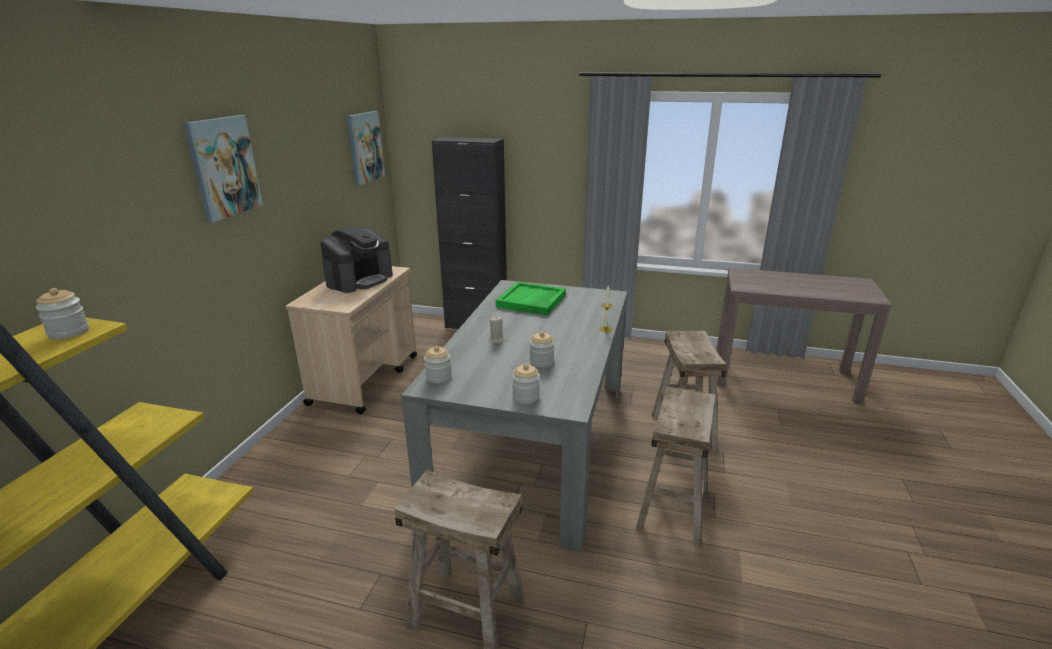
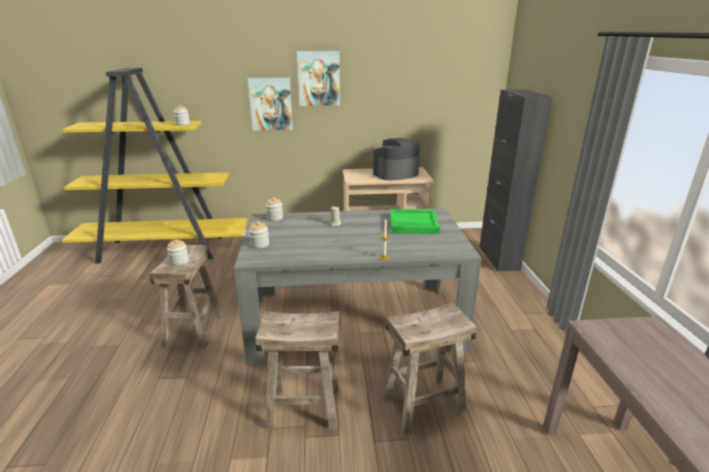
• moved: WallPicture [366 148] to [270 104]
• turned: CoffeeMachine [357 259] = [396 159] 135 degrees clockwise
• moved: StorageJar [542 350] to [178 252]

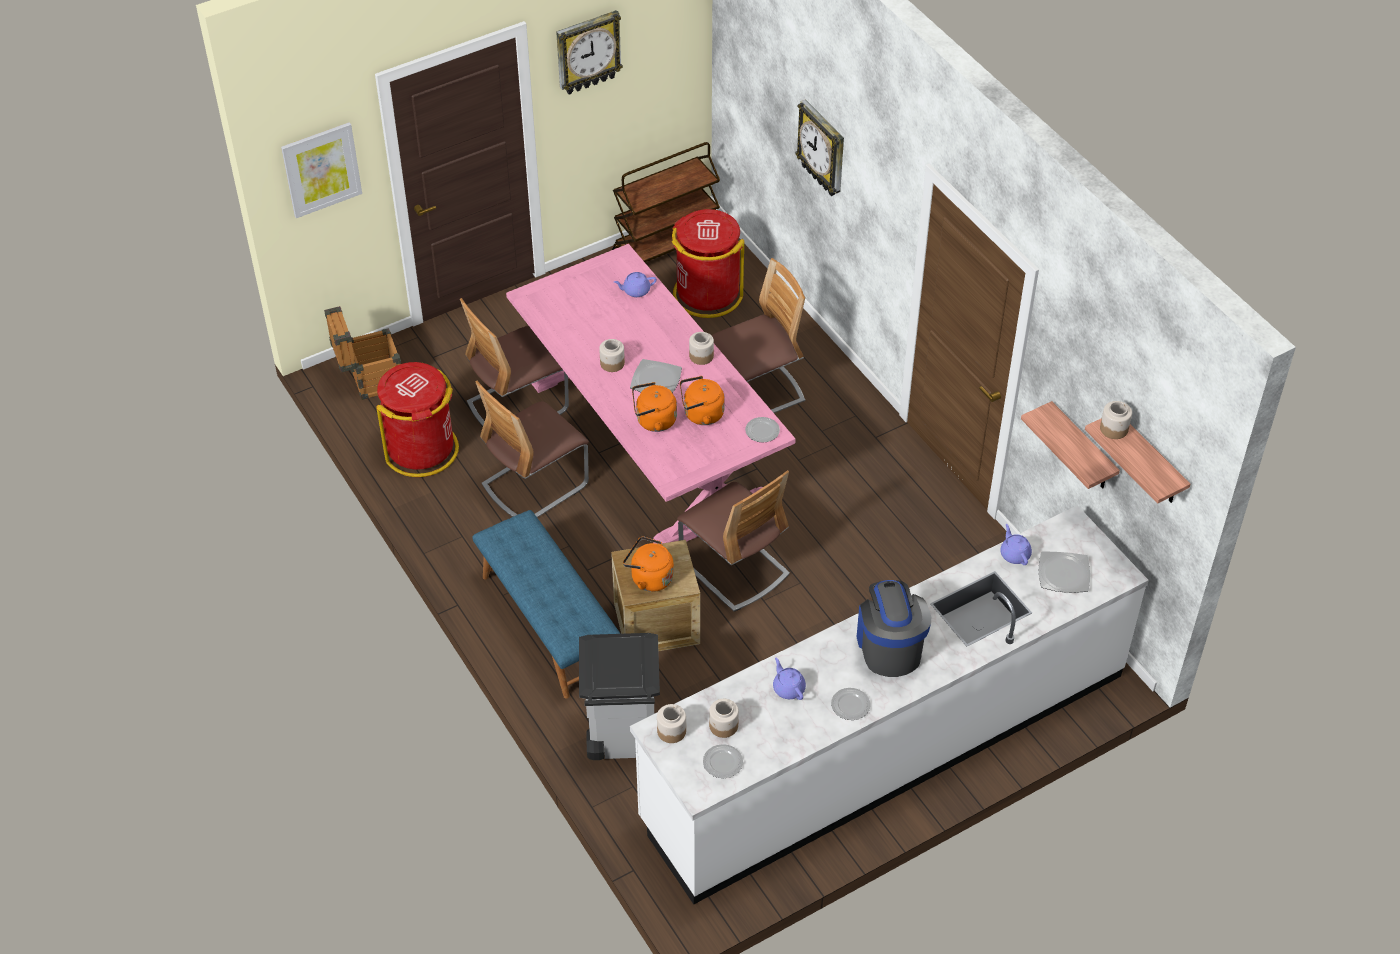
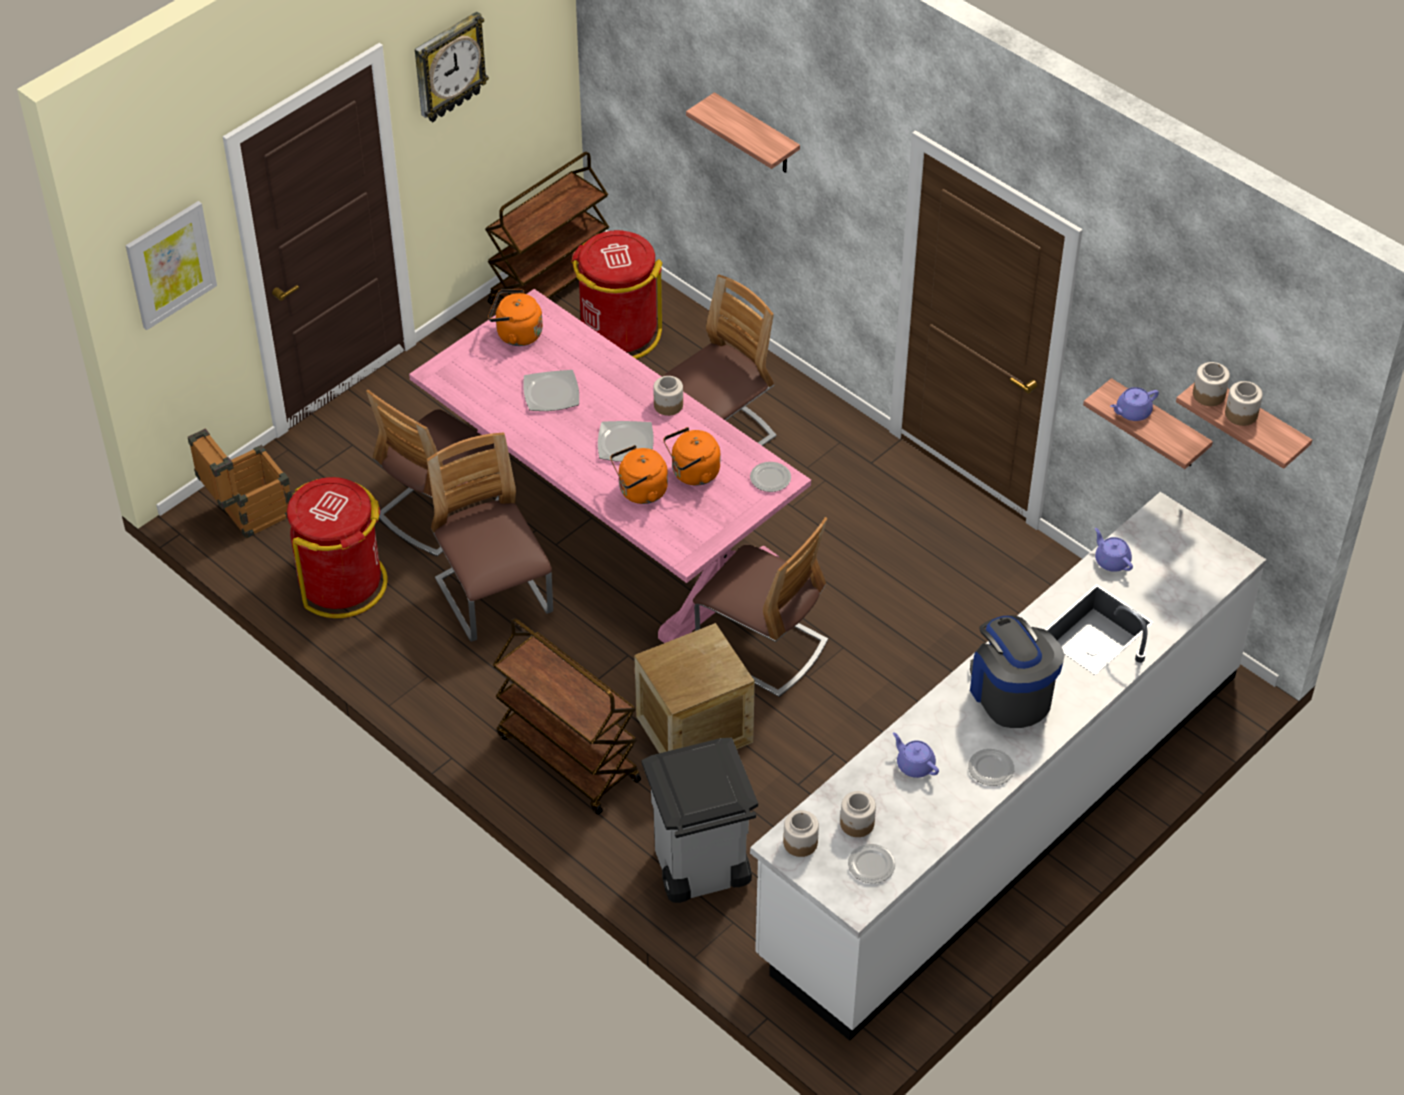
• replaced: ClockOnTheWall [819 148] to WallShelf [743 132]
• moved: PurplishTeaPot [635 284] to [1134 404]
• moved: StorageJar [612 355] to [1244 403]
• turned: Chair [532 449] = [490 537] 120 degrees clockwise
• replaced: BlueLongSeat [546 604] to BrownishWheeledCart [567 716]
• moved: OrangeWaterKettle [648 564] to [515 317]
• moved: Plate [1064 572] to [551 390]

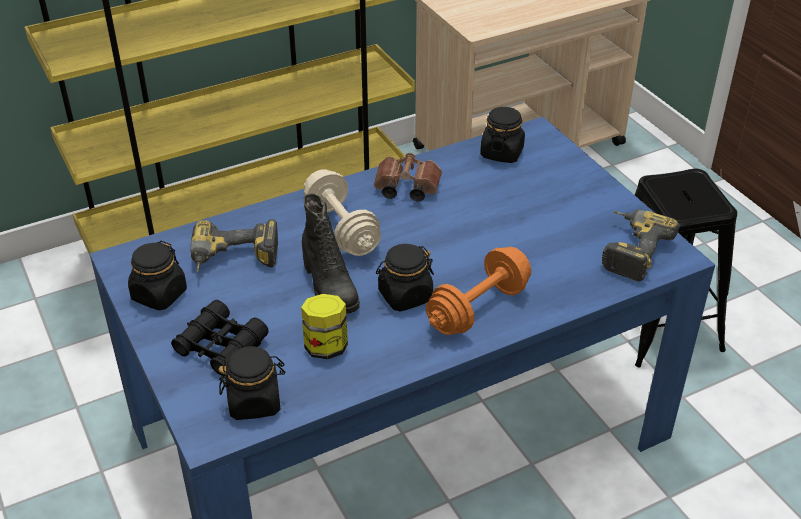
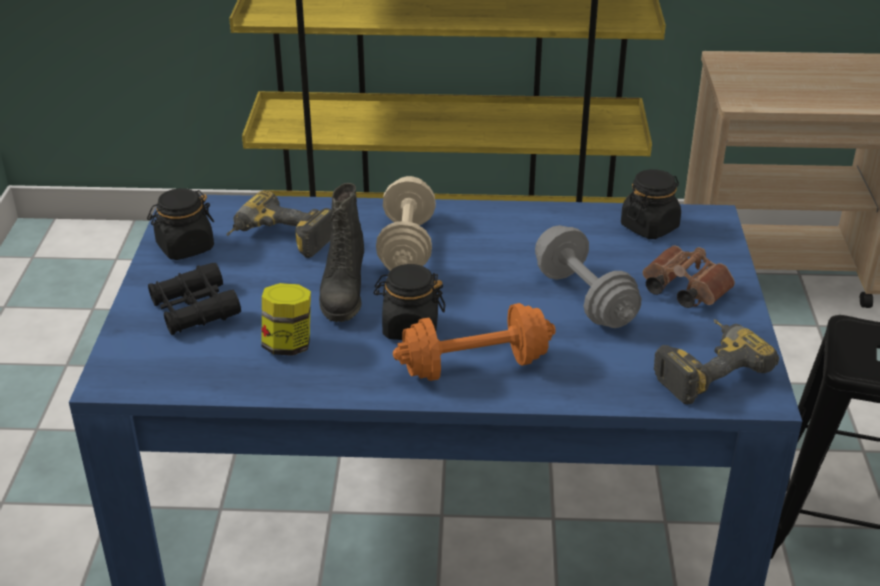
• moved: BrownishPairOfBinoculars [408 177] to [689 276]
• removed: BlackColouredStorageJar [251 383]
• added: GreyFreeWeight [588 276]

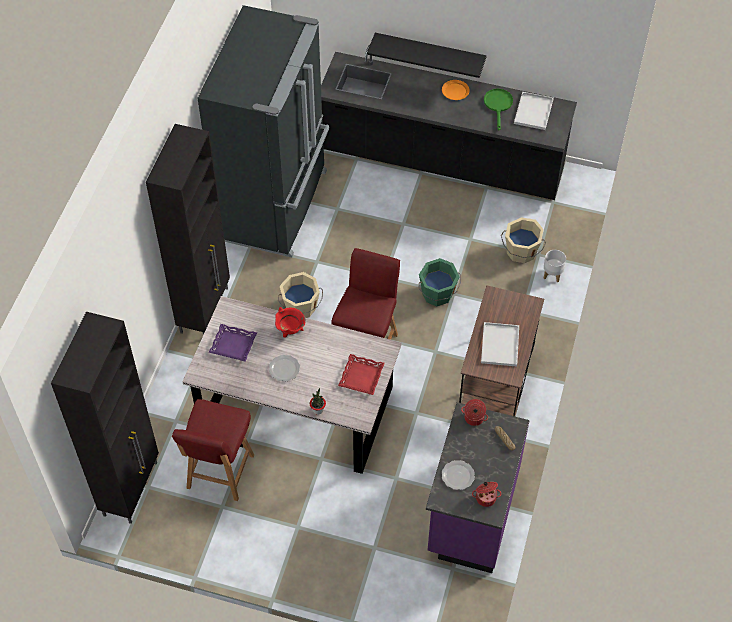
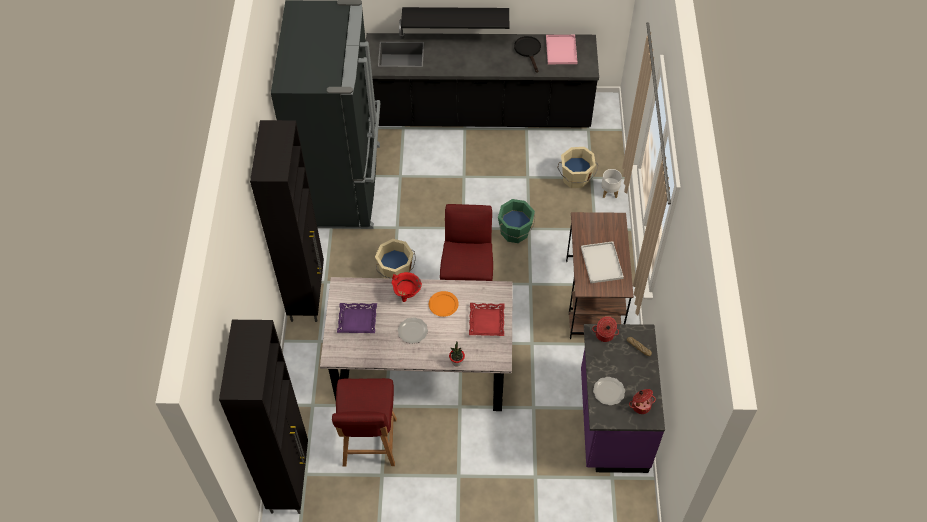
• moved: OrangePlate [456 90] to [444 304]
• recoloured: GreenishSkillet [498 109] to BlackColouredSkillet [527 54]
• recoloured: WhiteTray [534 111] to PinkTray [561 49]

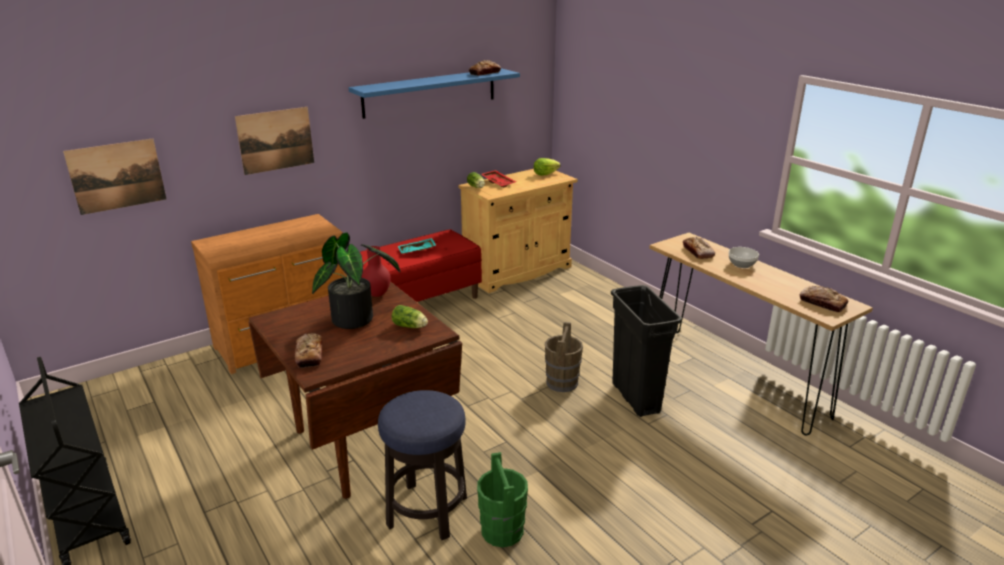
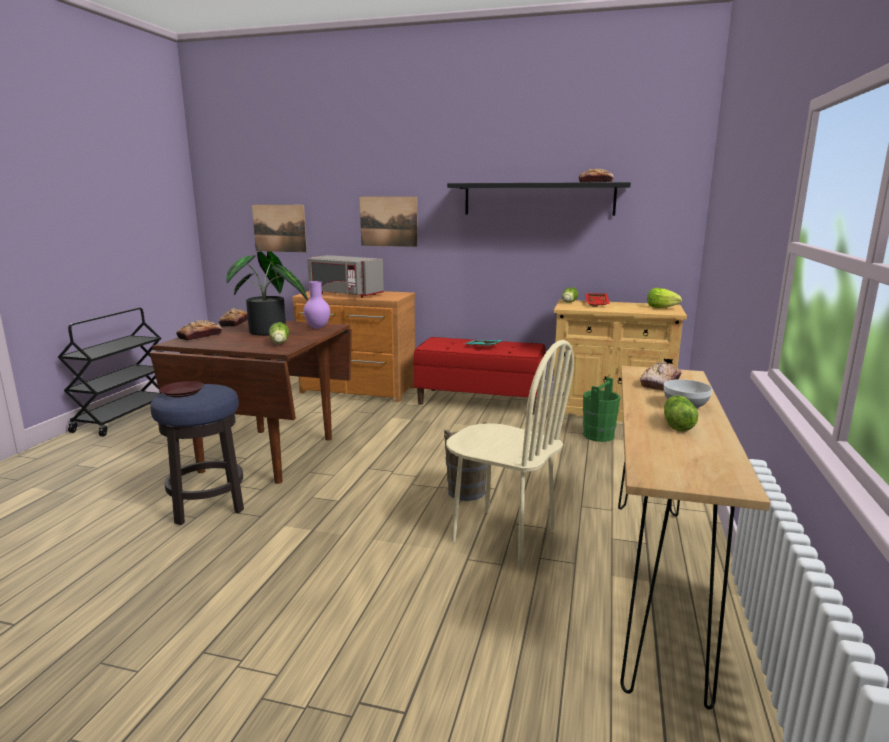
• recoloured: BlueWallShelf [434 93] to BlackColouredWallShelf [539 199]
• recoloured: RedVase [376 271] to PurplishVase [316 305]
• replaced: BlackColouredRubbishBin [646 351] to BeigeChair [510 453]
• moved: BakeryBread [824 299] to [233 317]
• moved: GreenishWaterBucket [502 499] to [602 409]
• added: GreyMicrowaveOven [345 276]
• added: BrownishPlate [181 389]
• added: HeadOfLettuce [681 413]

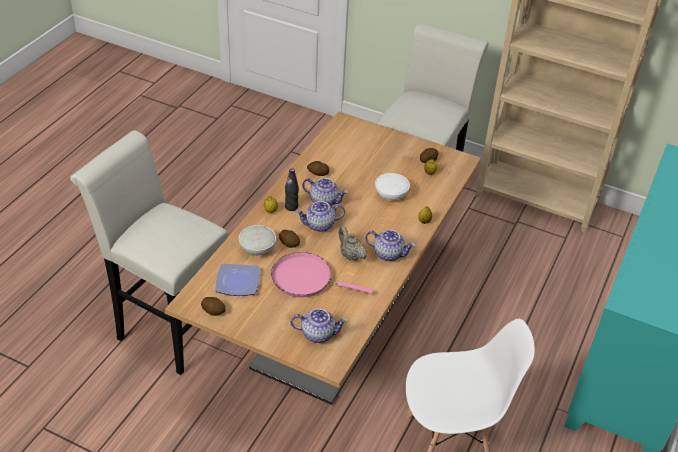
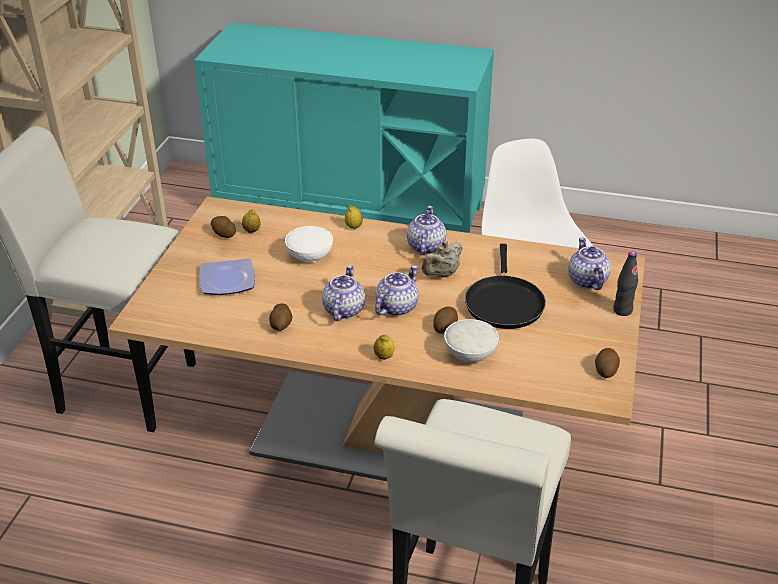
• moved: BlackColouredBottle [292 189] to [625 284]
• turned: TeaPot [320 216] = [397 290] 120 degrees counterclockwise
• recoloured: PinkSkillet [322 274] to BlackColouredSkillet [505 286]
• moved: Plate [238 280] to [227 276]

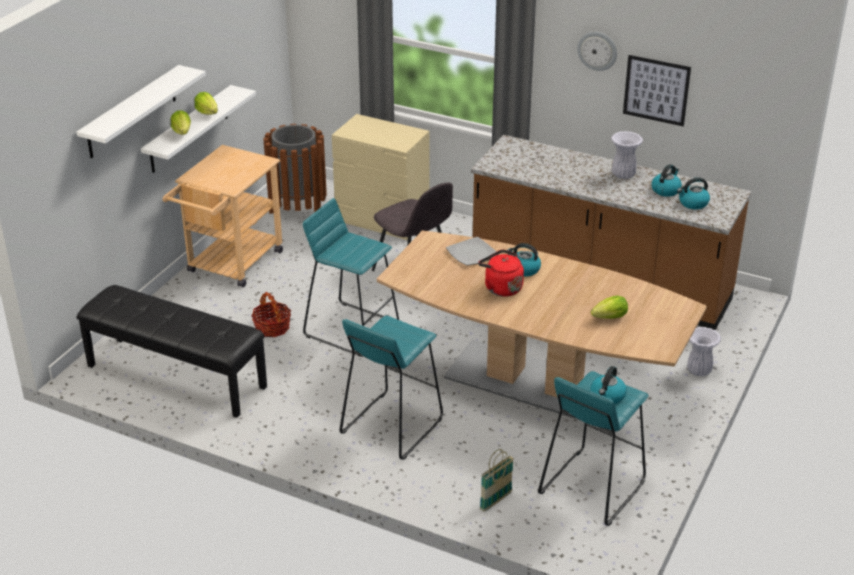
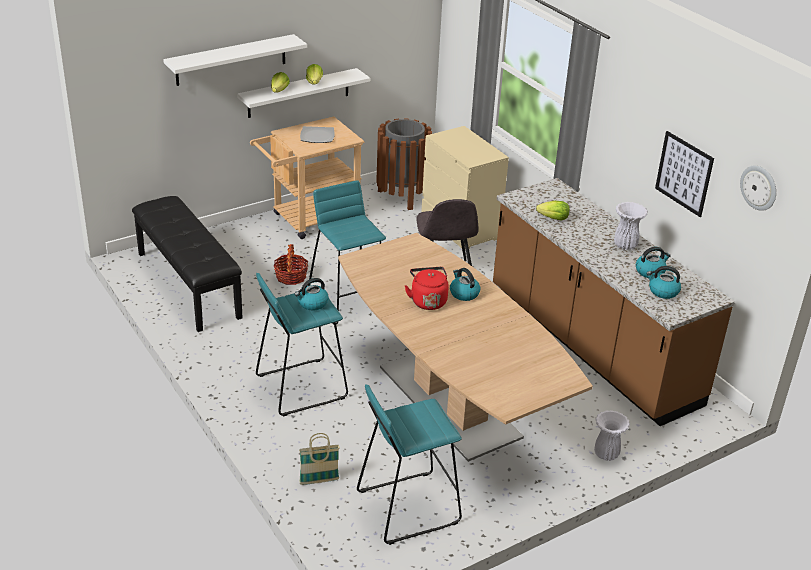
• moved: ClockOnTheWall [597 51] to [758 188]
• moved: Plate [471 251] to [317 134]
• moved: HeadOfLettuce [609 307] to [553 211]
• moved: WaterKettle [609 385] to [312 294]

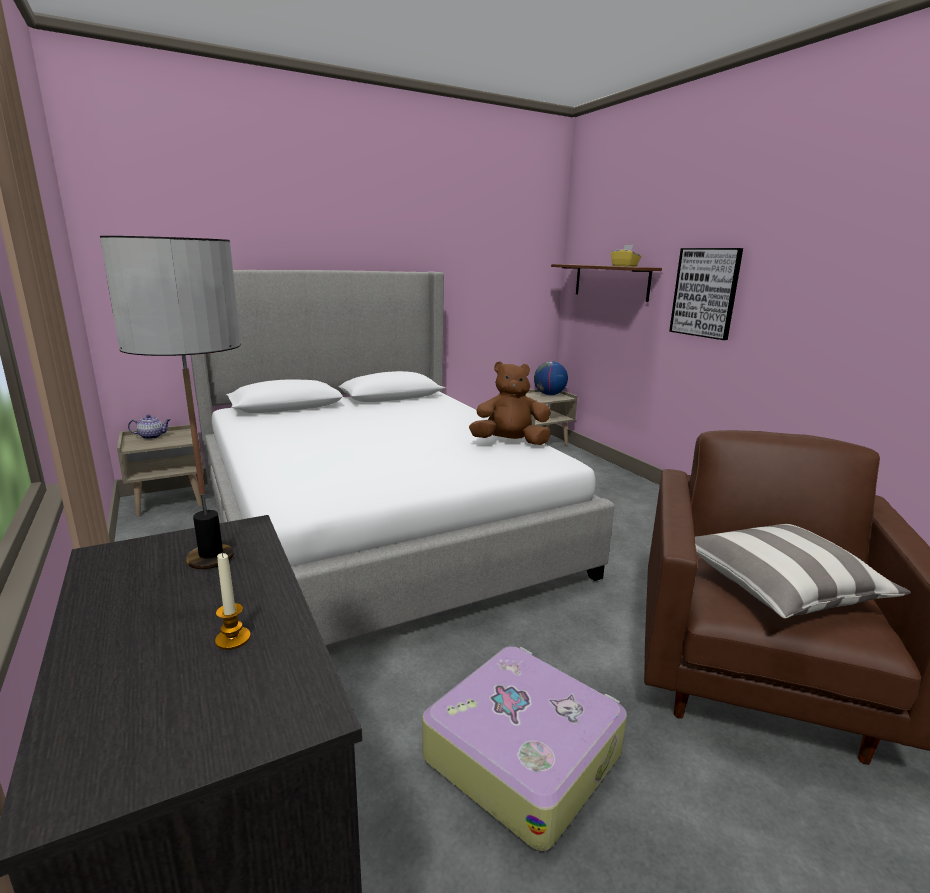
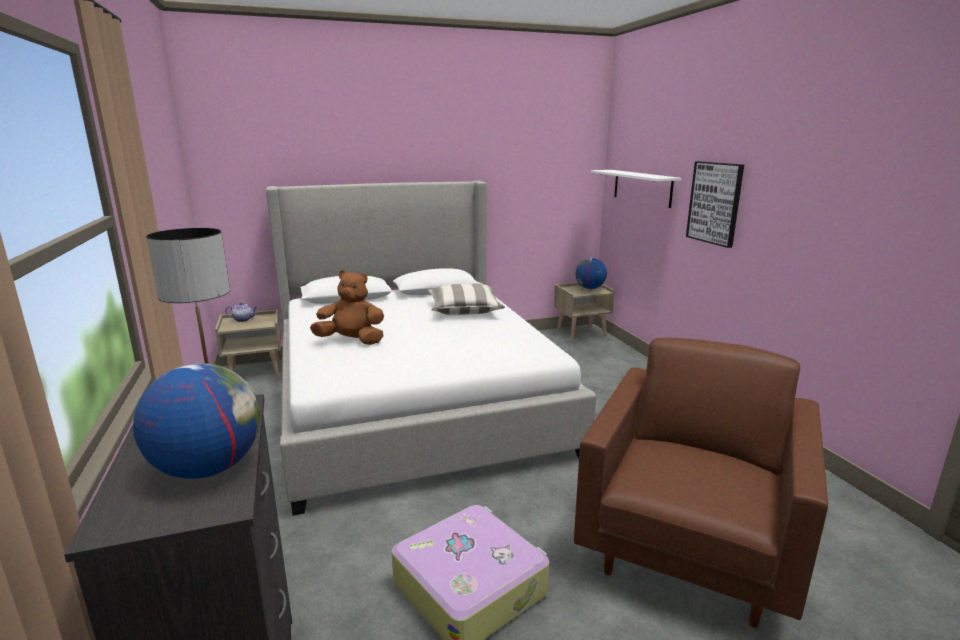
• removed: YellowColouredTissueHolder [626 256]
• recoloured: BrownishWallShelf [606 283] to WhiteWallShelf [636 189]
• moved: BrownishSoftToy [510 403] to [347 307]
• moved: ThrowPillow [803 571] to [466 299]
• replaced: WaxCandle [233 601] to DeskGlobe [196 421]

